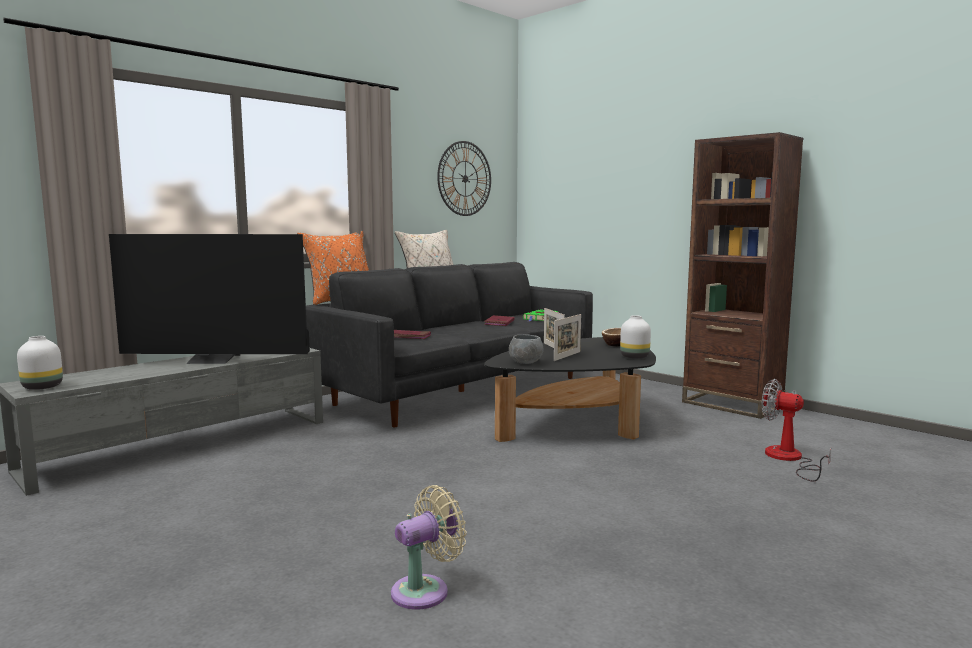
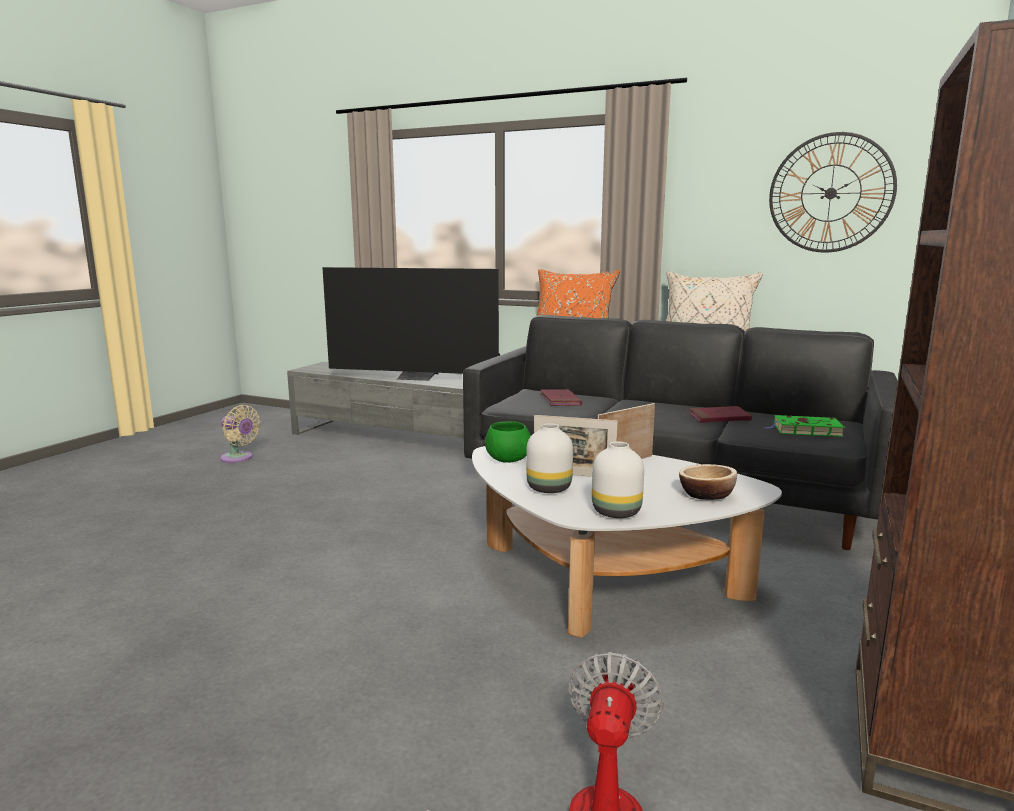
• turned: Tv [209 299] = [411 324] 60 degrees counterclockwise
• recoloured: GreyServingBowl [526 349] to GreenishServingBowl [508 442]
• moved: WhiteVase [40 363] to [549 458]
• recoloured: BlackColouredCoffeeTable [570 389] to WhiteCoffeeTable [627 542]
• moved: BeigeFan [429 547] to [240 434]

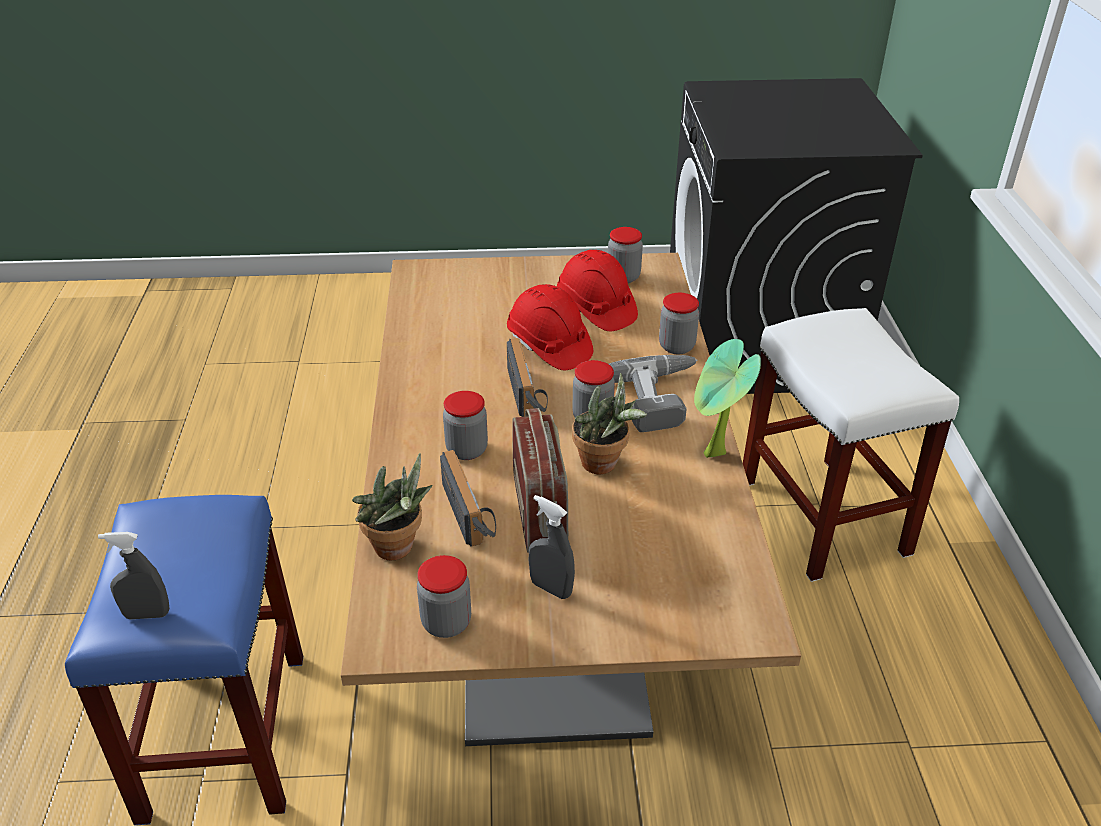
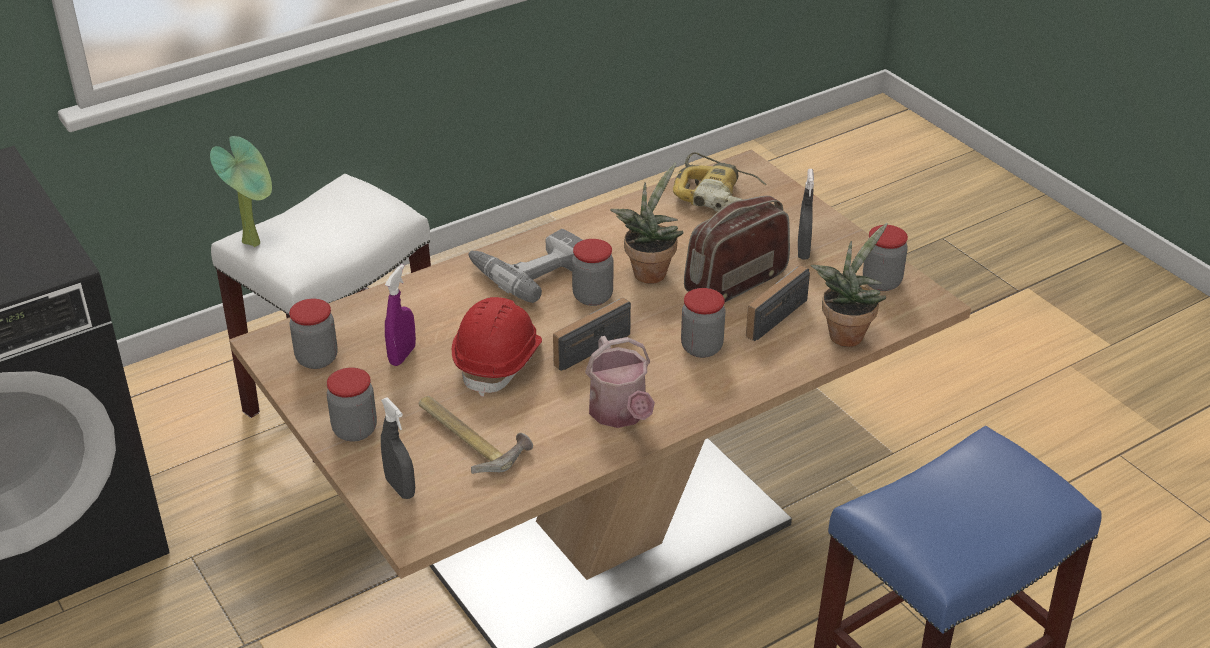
• replaced: RedHardHat [597 290] to PurplishSprayBottle [400 315]
• moved: StorageJar [679 323] to [352 404]
• moved: Houseplant [727 398] to [241 191]
• moved: GreySprayBottle [133 575] to [398 448]
• added: PowerDrill [720 182]
• added: WateringCan [620 382]
• added: HandHammer [475 435]

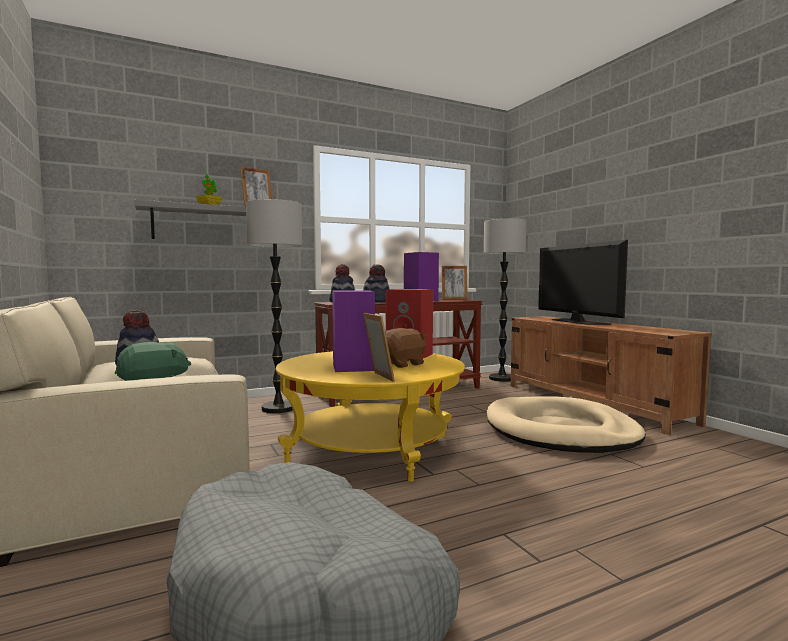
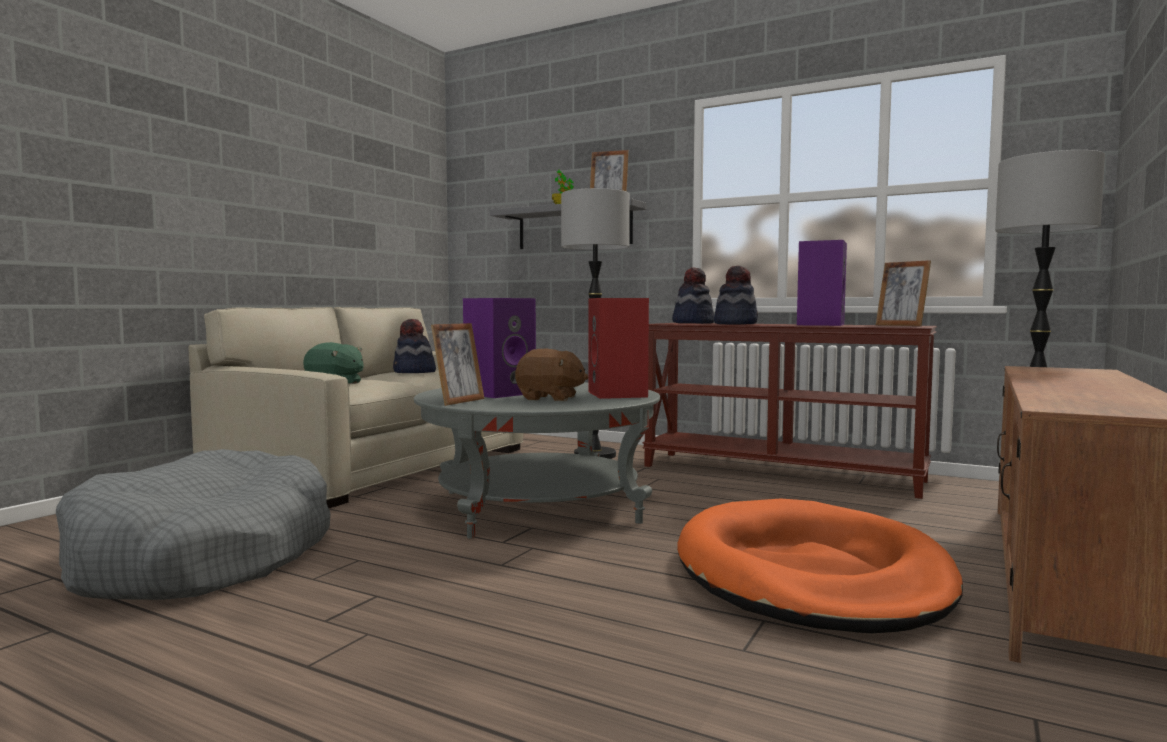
• removed: Tv [583 282]
• recoloured: YellowColouredCoffeeTable [370 416] to GreyCoffeeTable [537 461]
• recoloured: BeigeDogBed [566 424] to OrangeDogBed [820 566]

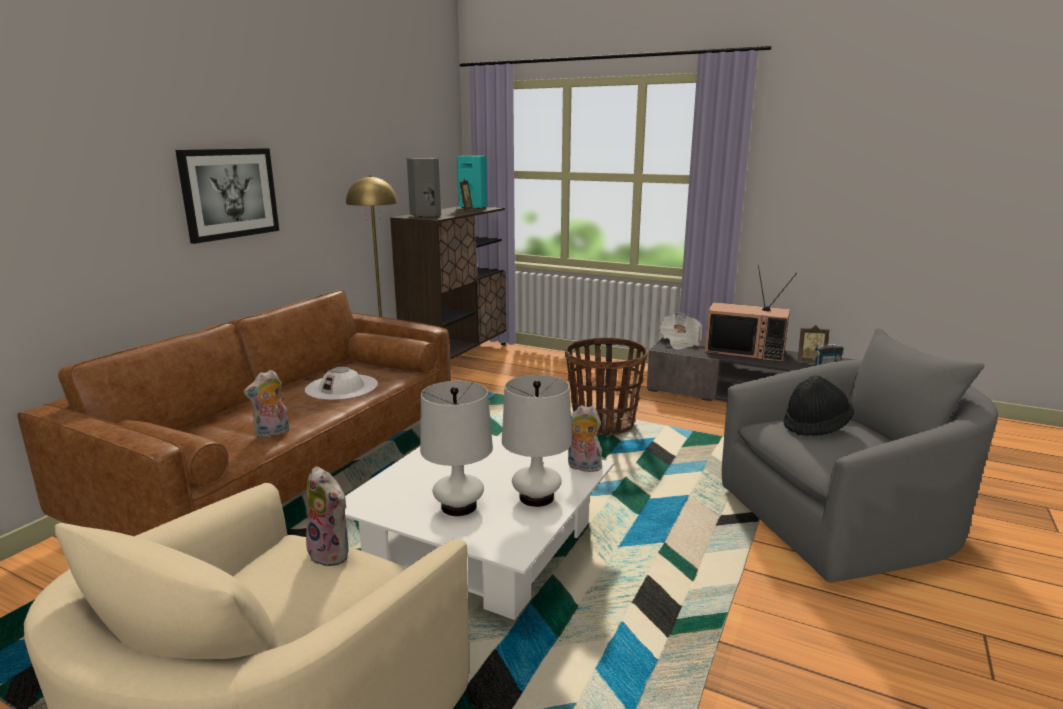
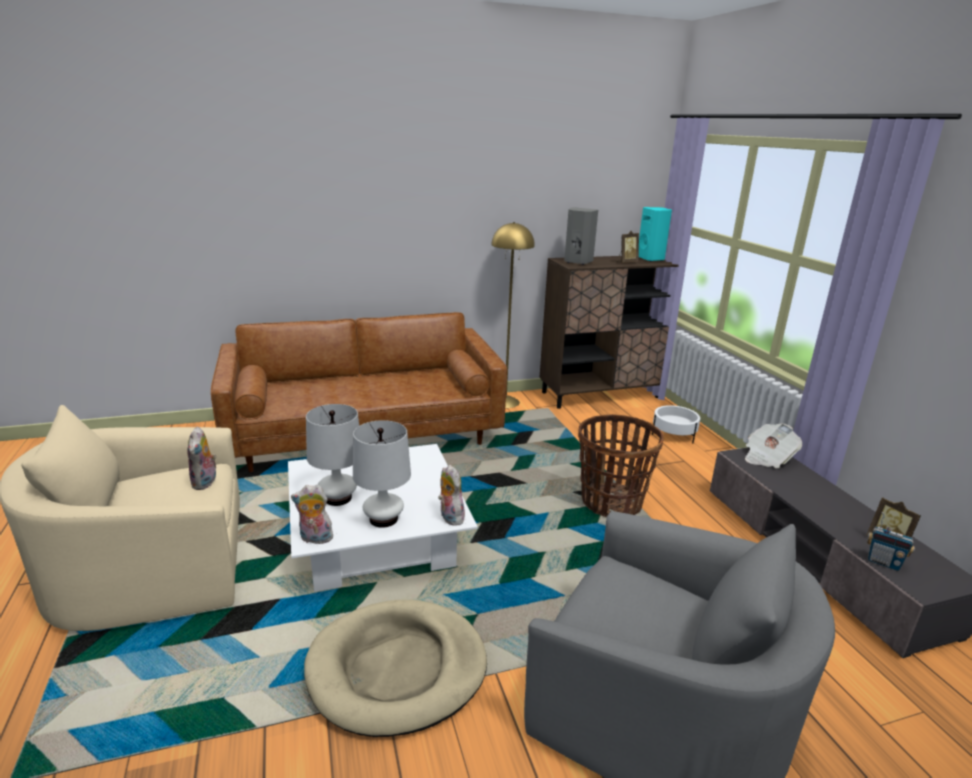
• removed: WallPicture [227 196]
• removed: Tv [751 313]
• removed: WhiteHat [341 383]
• moved: SoftToy [266 404] to [313 514]
• removed: BlackColouredHat [819 405]
• added: WhitePlantPot [676 424]
• added: BeigeDogBed [395 668]

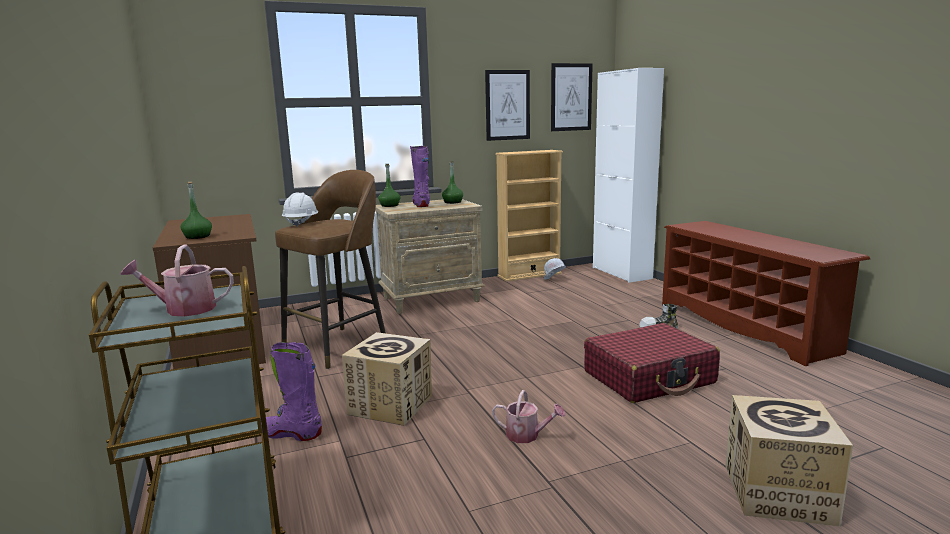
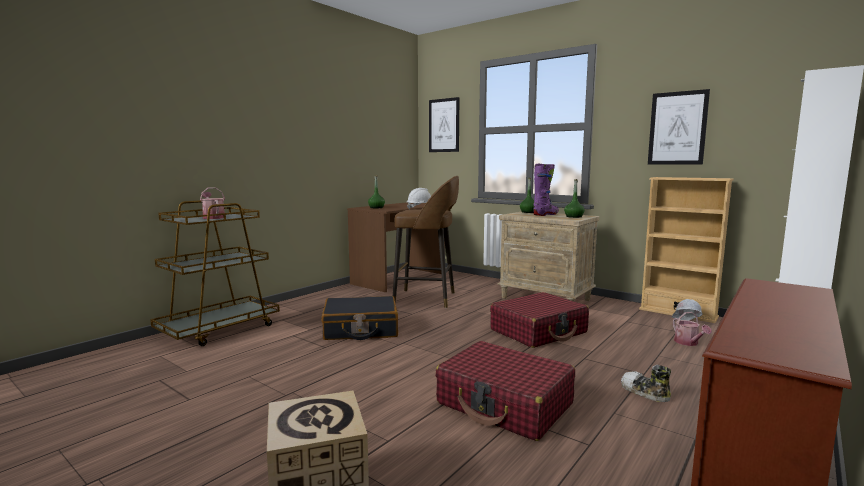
• moved: WallPicture [572 97] to [444 124]
• replaced: PackingBox [387 379] to BlackColouredPieceOfLuggage [360 318]
• removed: PurplishHighTopBoot [291 391]
• moved: WateringCan [528 416] to [692 329]
• added: RedPieceOfLuggage [539 320]

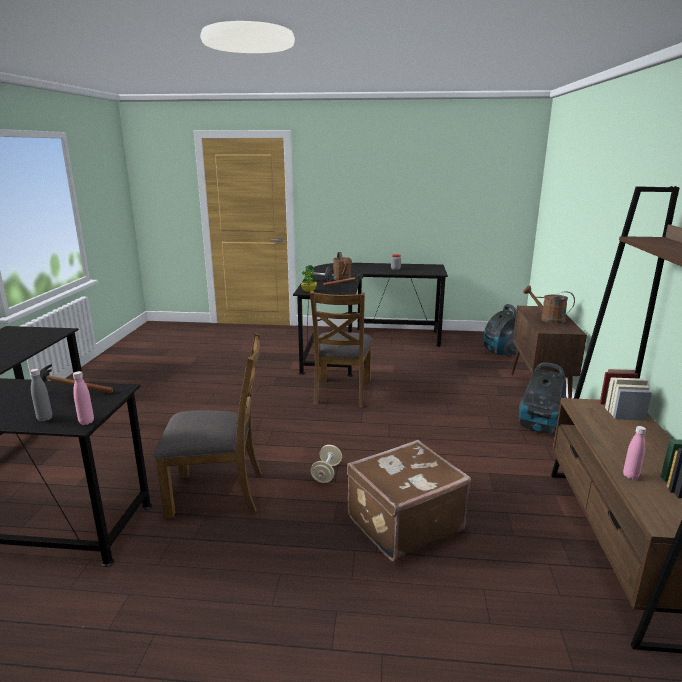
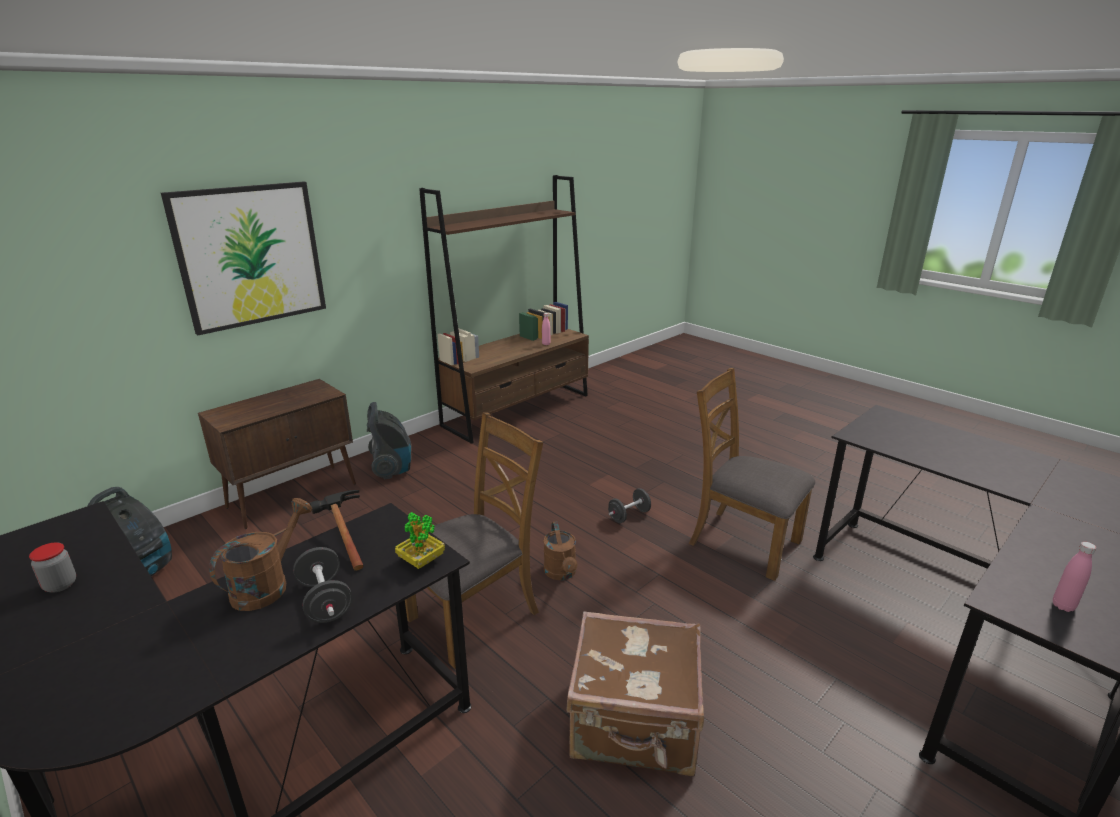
• moved: BrownishWateringCan [549 305] to [560 550]
• removed: HandHammer [72 378]
• removed: GreyBottle [41 395]
• moved: PinkBottle [83 398] to [1074 577]
• moved: BrownishPieceOfLuggage [409 501] to [635 693]
• recoloured: BeigeFreeWeight [326 464] to BlackColouredFreeWeight [629 505]
• added: WallPicture [243 258]

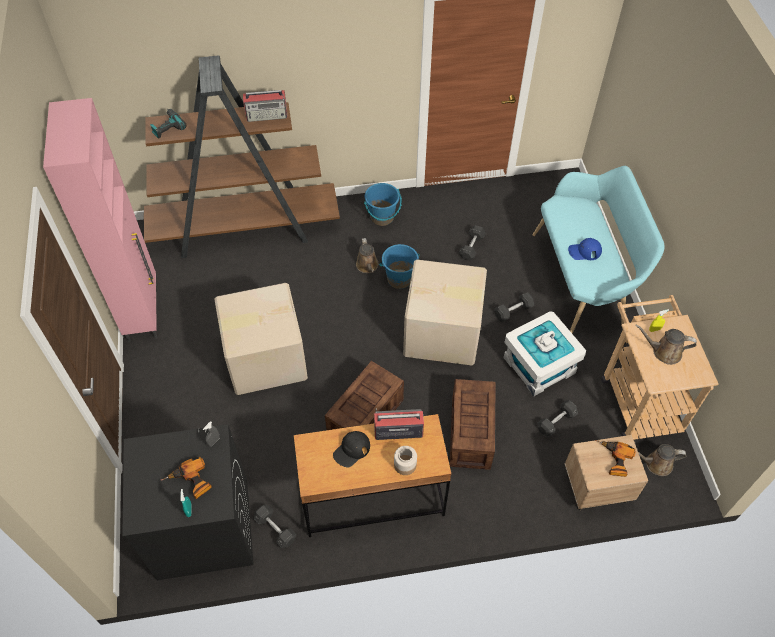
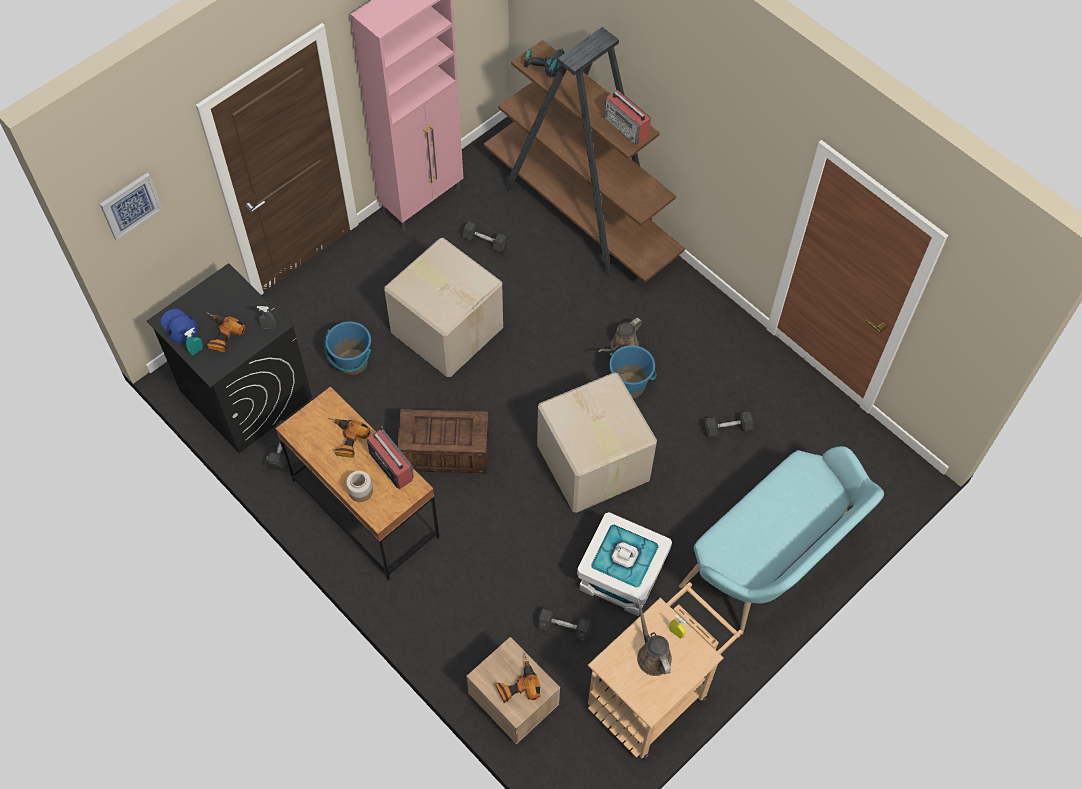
• moved: BlueWaterBucket [383 204] to [347 348]
• moved: BlueBaseballCap [585 249] to [179 326]
• moved: GreyFreeWeight [514 307] to [485 237]
• removed: Crate [473 424]
• replaced: BlackColouredBaseballCap [351 449] to PowerDrill [349 438]
• removed: BrownishWateringCan [662 460]
• added: WallPicture [131 206]

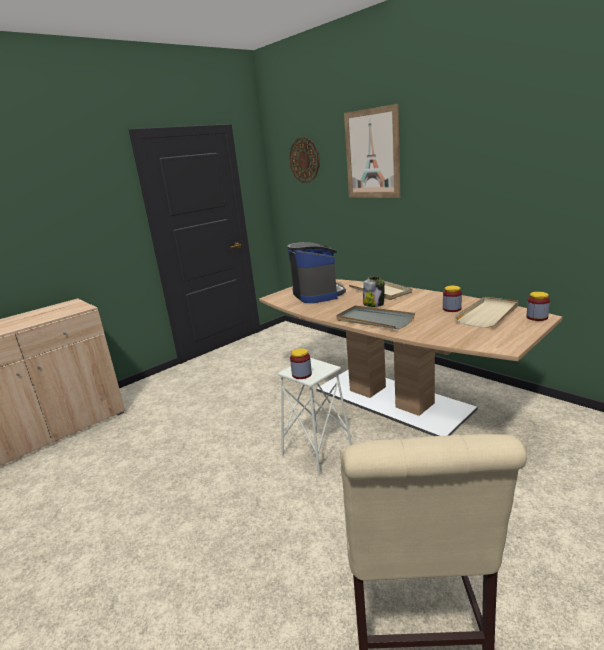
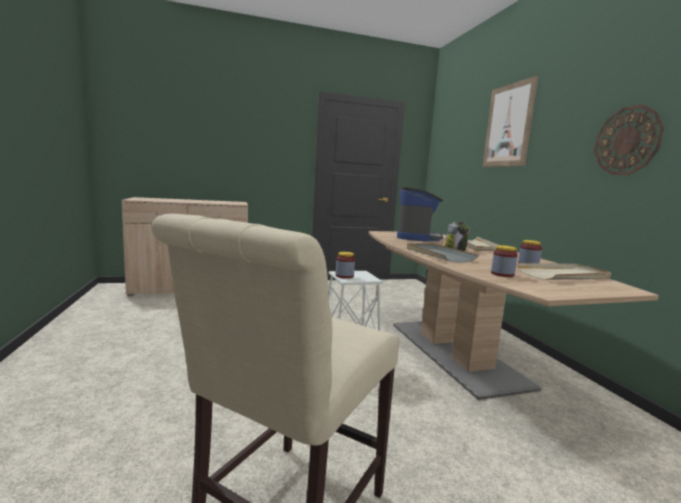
• moved: ClockOnTheWall [304 160] to [629 139]
• moved: StorageJar [538 306] to [504 261]

